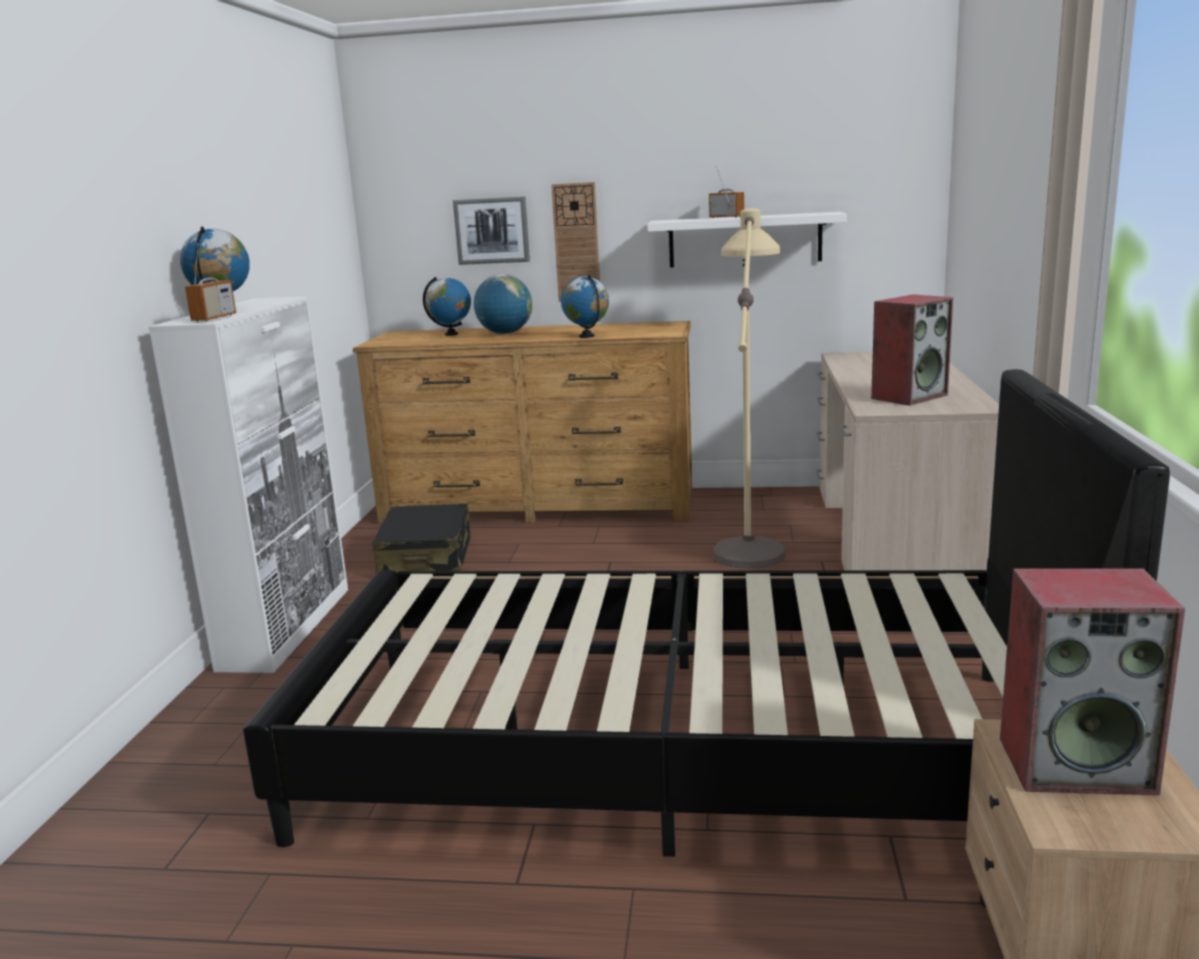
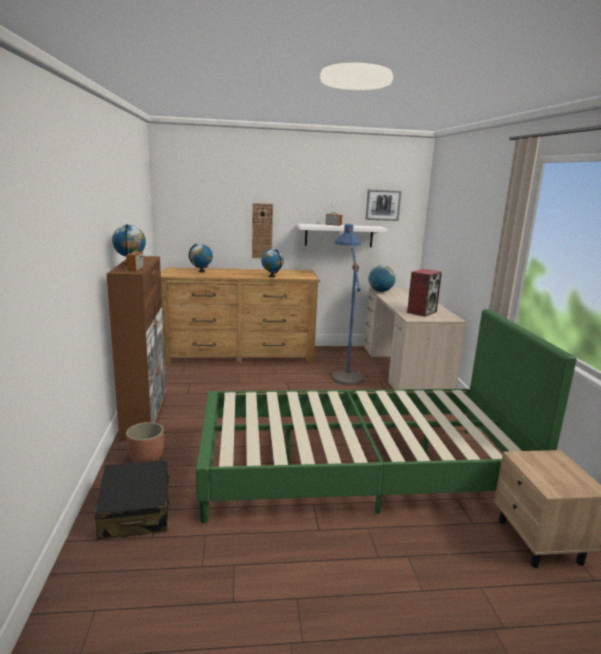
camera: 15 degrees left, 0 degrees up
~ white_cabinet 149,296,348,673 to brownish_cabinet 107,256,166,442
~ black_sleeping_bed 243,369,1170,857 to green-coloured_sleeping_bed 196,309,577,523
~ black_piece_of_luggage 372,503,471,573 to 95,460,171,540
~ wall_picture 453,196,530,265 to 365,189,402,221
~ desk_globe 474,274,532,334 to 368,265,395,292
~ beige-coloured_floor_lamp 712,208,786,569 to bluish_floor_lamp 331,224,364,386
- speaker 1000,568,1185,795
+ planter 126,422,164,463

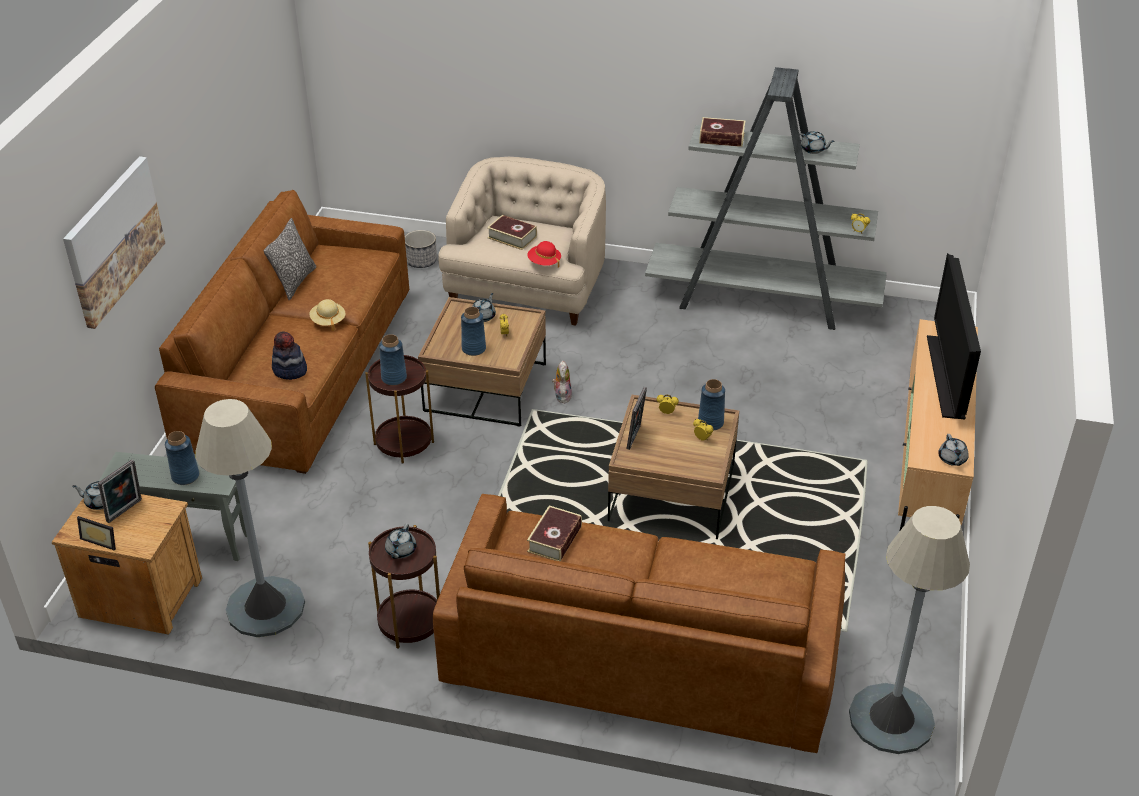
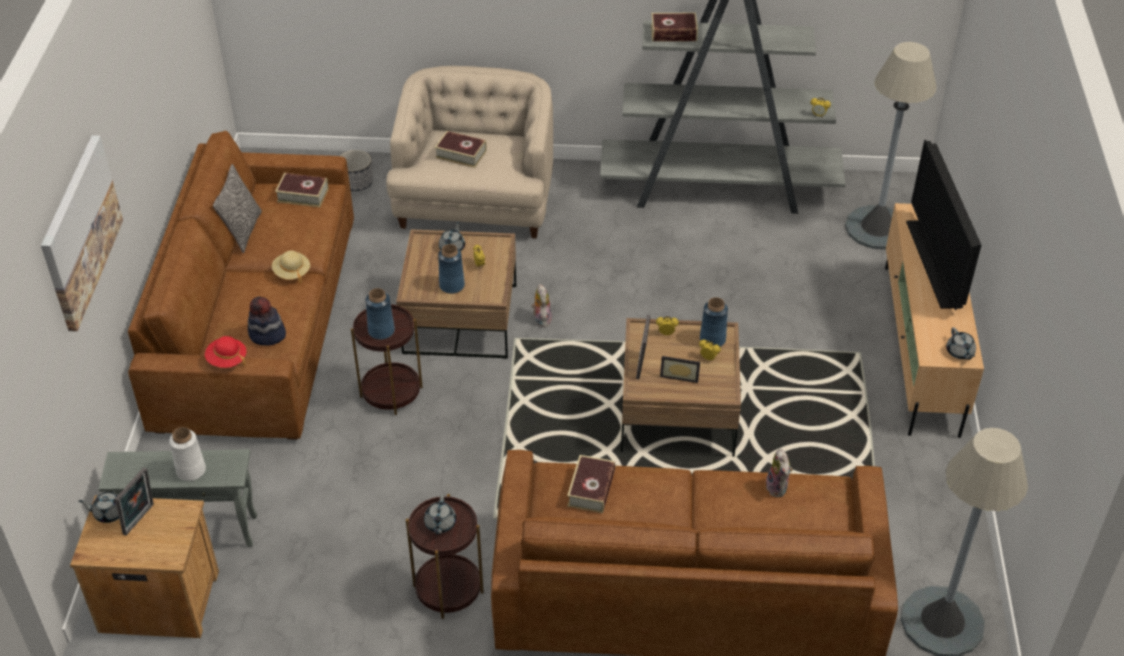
camera: 10 degrees left, 5 degrees up
~ photo_frame 77,516,116,551 to 660,356,700,383
~ bluish_vase 165,431,199,485 to white_vase 169,427,206,481
~ gray_floor_lamp 196,399,305,637 to 845,42,937,249
~ reddish_hat 528,241,561,268 to 205,336,246,368
- gray_pot_for_tea 799,131,835,154
+ book 275,173,329,207
+ cuddly_toy 766,449,793,497

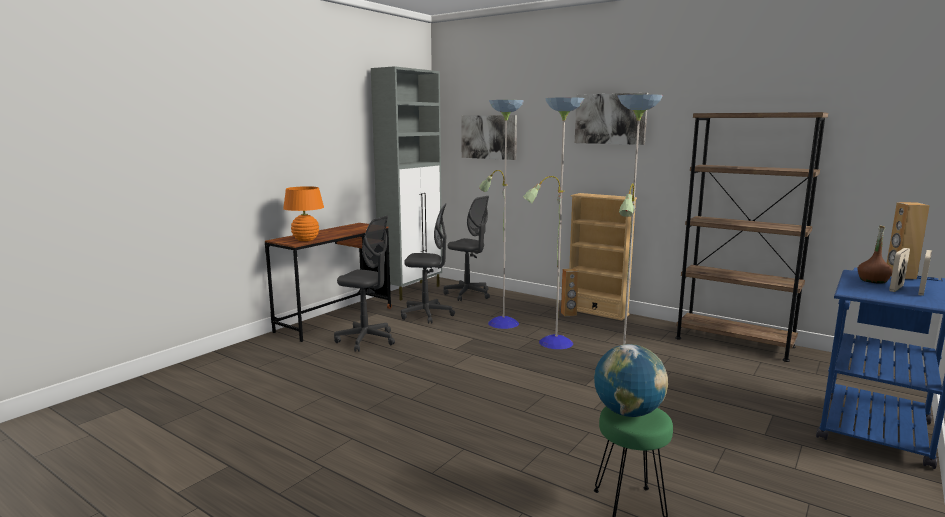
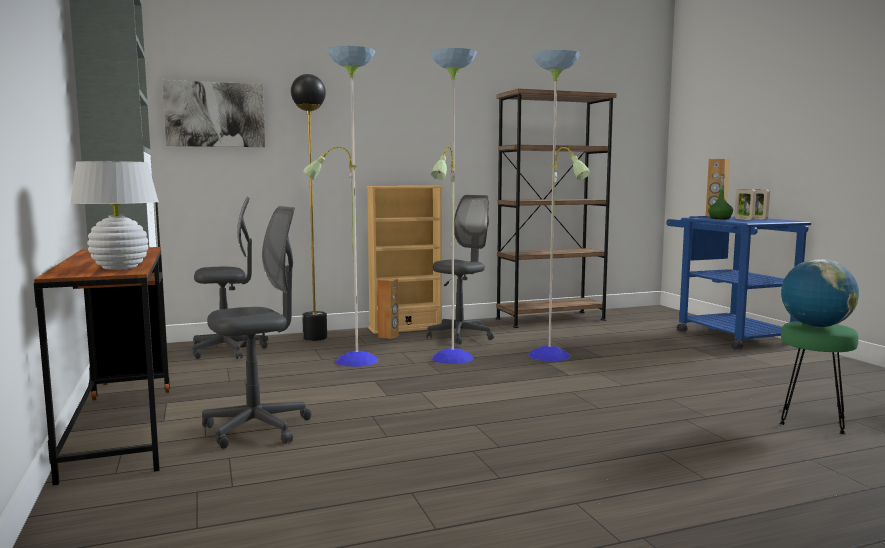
camera: 55 degrees left, 5 degrees down
~ orangey_tabletop_lamp 283,186,324,241 to white_tabletop_lamp 70,161,159,270
~ gray_computer_chair 401,203,455,324 to 426,195,494,344
- wall_picture 575,93,648,145
~ brownish_beverage_bottle 857,225,893,284 to green-coloured_beverage_bottle 708,174,733,219
+ black_floor_lamp 291,74,327,341

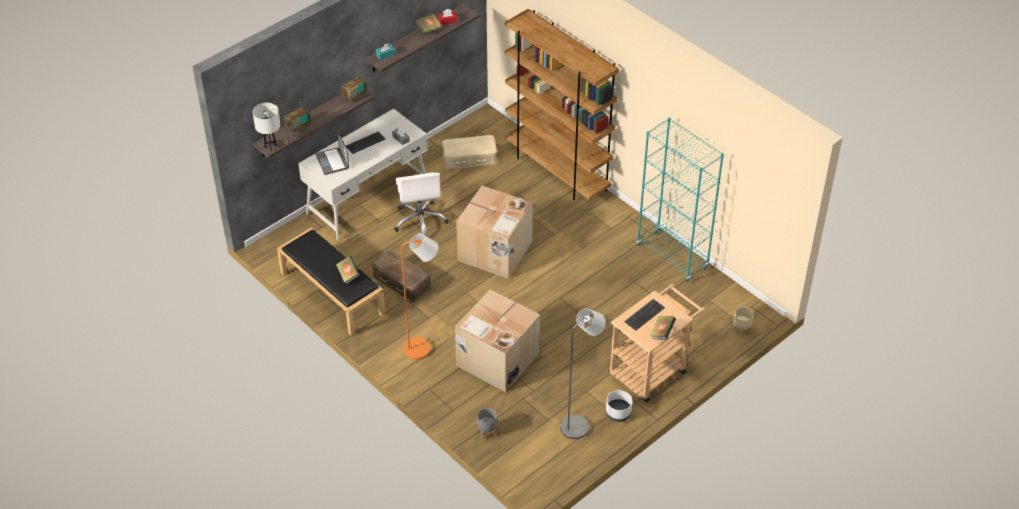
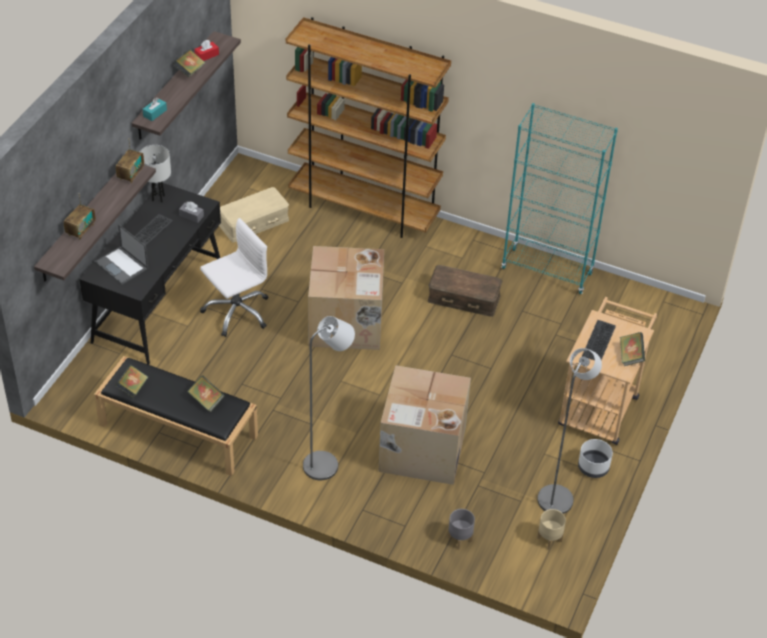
camera: 25 degrees left, 0 degrees up
~ white_tabletop_lamp 252,102,280,151 to 140,145,171,202
~ white_desk_unit 298,109,428,241 to black_desk_unit 79,183,221,364
~ brownish_storage_bin 372,250,431,303 to 428,265,503,317
~ white_computer_chair 394,172,449,236 = 200,218,268,337 90 degrees counterclockwise
~ orangey_floor_lamp 401,233,439,360 to gray_floor_lamp 303,316,355,480
~ beige-coloured_planter 733,307,754,336 to 537,509,566,550
+ book 115,365,148,398

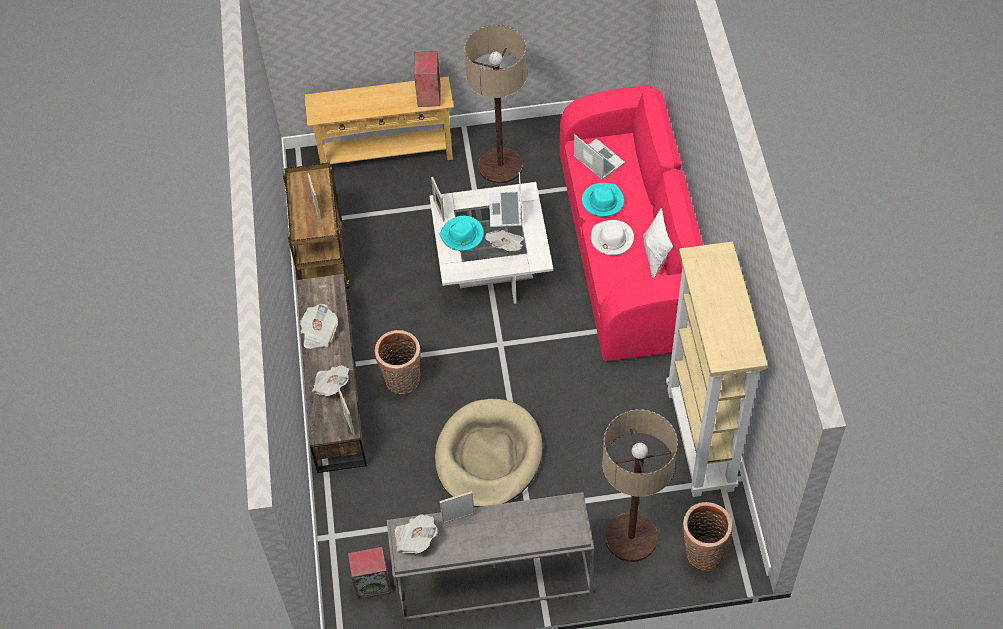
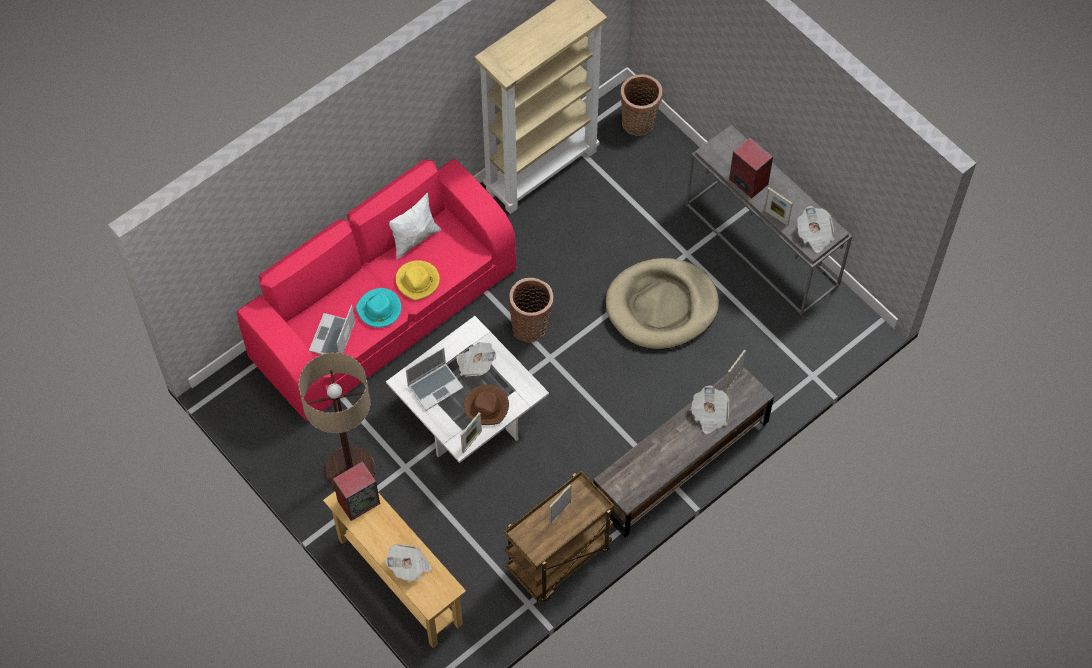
camera: 125 degrees left, 5 degrees up
~ printed_paper 300,304,338,349 to 385,544,432,582
~ speaker 348,547,391,599 to 729,138,773,198
~ storage_basket 375,330,421,394 to 509,278,554,343
~ turquoise_hat 439,216,484,251 to brownish_hat 464,385,509,425
~ white_hat 591,220,634,255 to yellow_hat 396,260,440,300
- floor_lamp 602,409,678,562

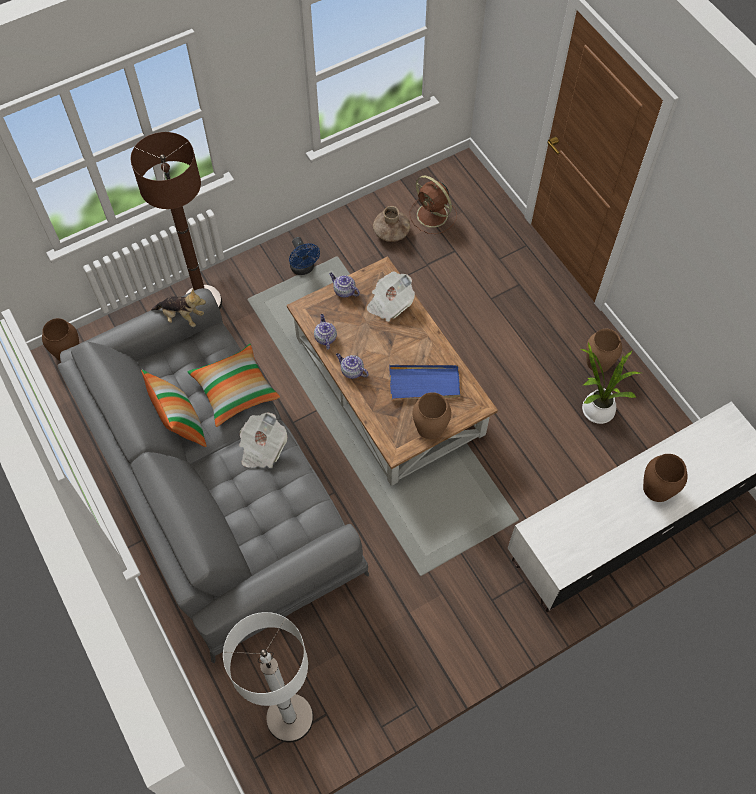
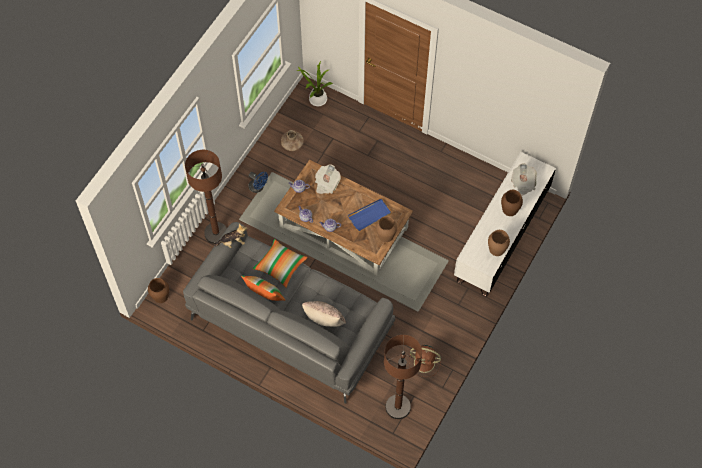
camera: 30 degrees left, 0 degrees up
~ white_floor_lamp 223,612,313,742 to brownish_floor_lamp 384,335,422,419
~ printed_paper 239,412,287,468 to 511,163,537,196
~ brownish_fan 410,175,457,234 to 409,345,441,377
~ potted_plant 580,341,641,424 to 297,60,333,106
~ brownish_vase 586,329,622,373 to 488,230,510,256
+ beige-coloured_cushion 302,301,346,327

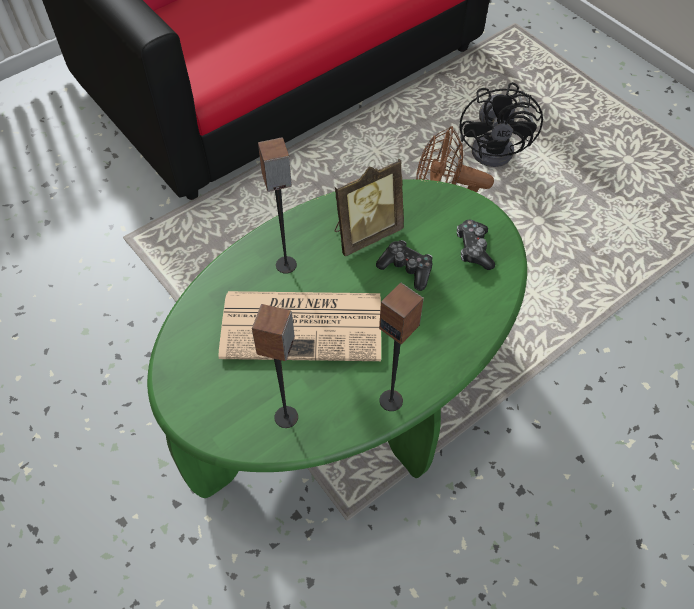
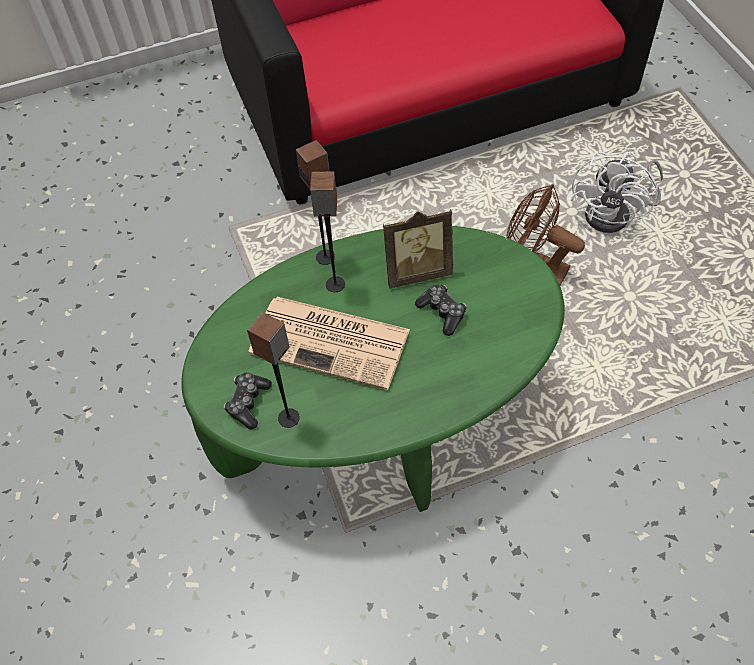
camera: 20 degrees right, 0 degrees up
~ speaker 379,283,424,411 to 296,140,335,265
~ joypad 457,220,495,270 to 224,372,272,429
~ black_fan 459,82,543,167 to white_fan 571,151,663,233

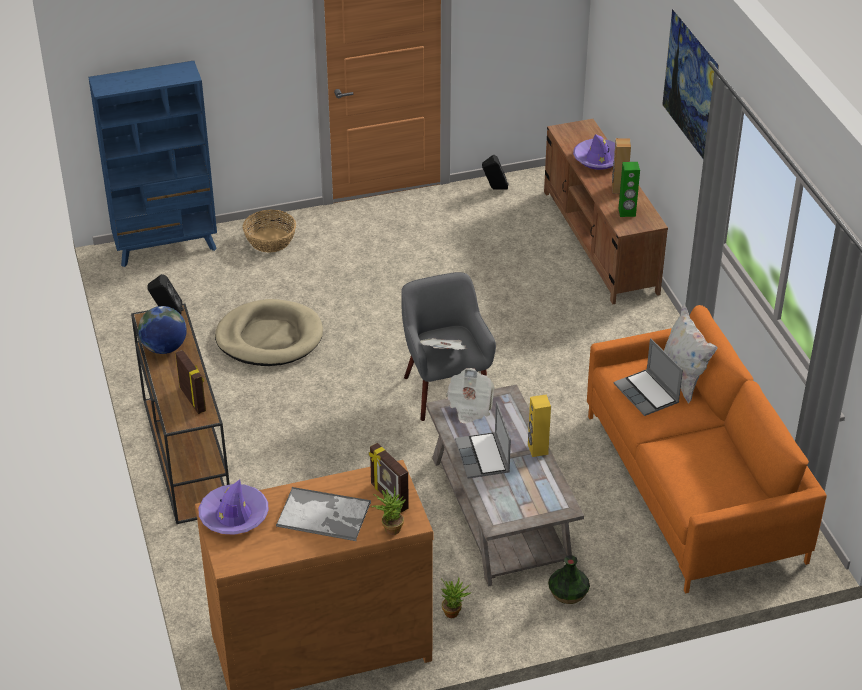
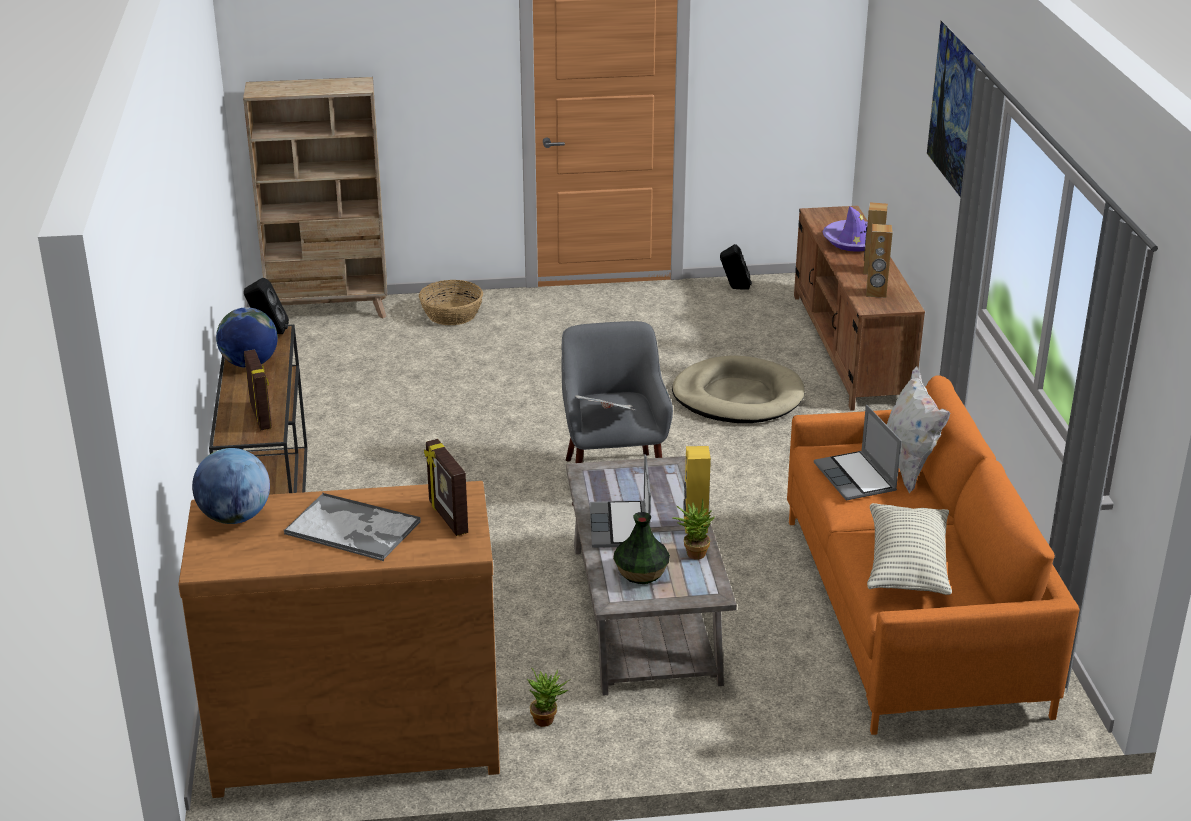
camera: 10 degrees right, 10 degrees down
~ bluish_shelving_unit 88,61,217,267 to beige-coloured_shelving_unit 243,77,387,318
~ purple_hat 199,479,269,535 to desk_globe 192,448,270,524
~ beige-coloured_pet_bed 215,299,323,366 to 672,355,805,423
~ potted_plant 372,486,406,535 to 673,498,715,560
- printed_paper 446,368,495,424
~ vase 548,555,590,604 to 613,512,670,584
~ green-coloured_speaker 619,162,640,217 to brownish_speaker 866,224,893,298
+ cushion 867,503,952,595

